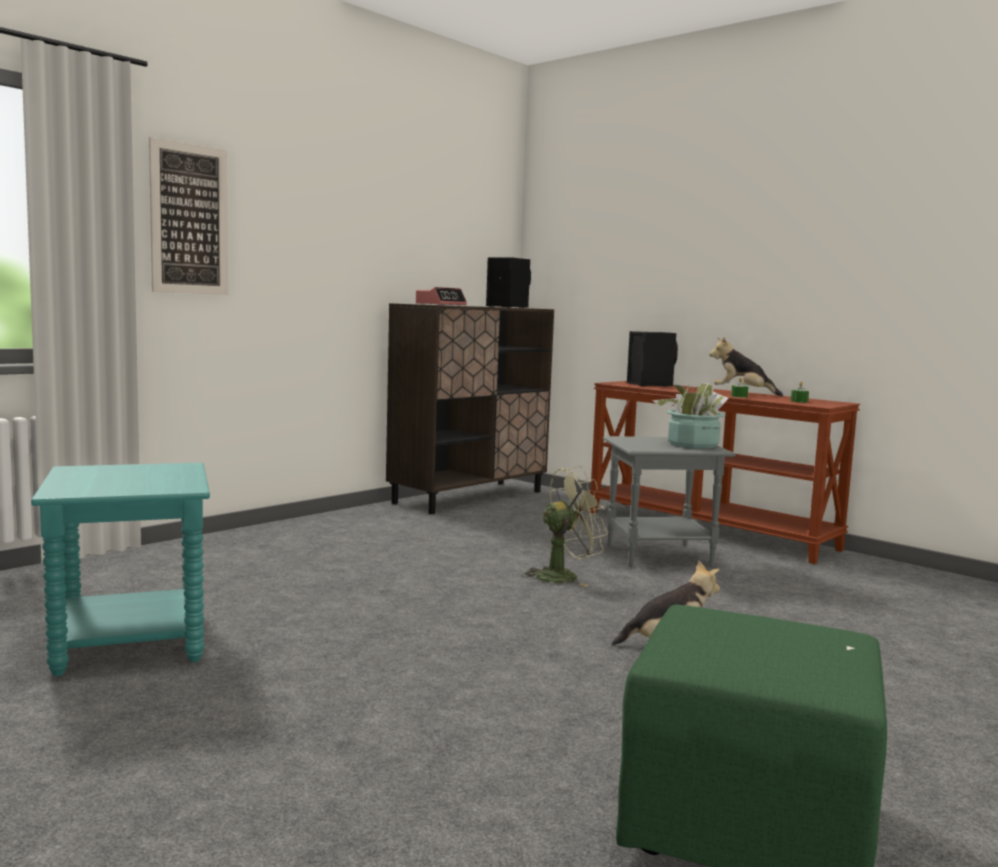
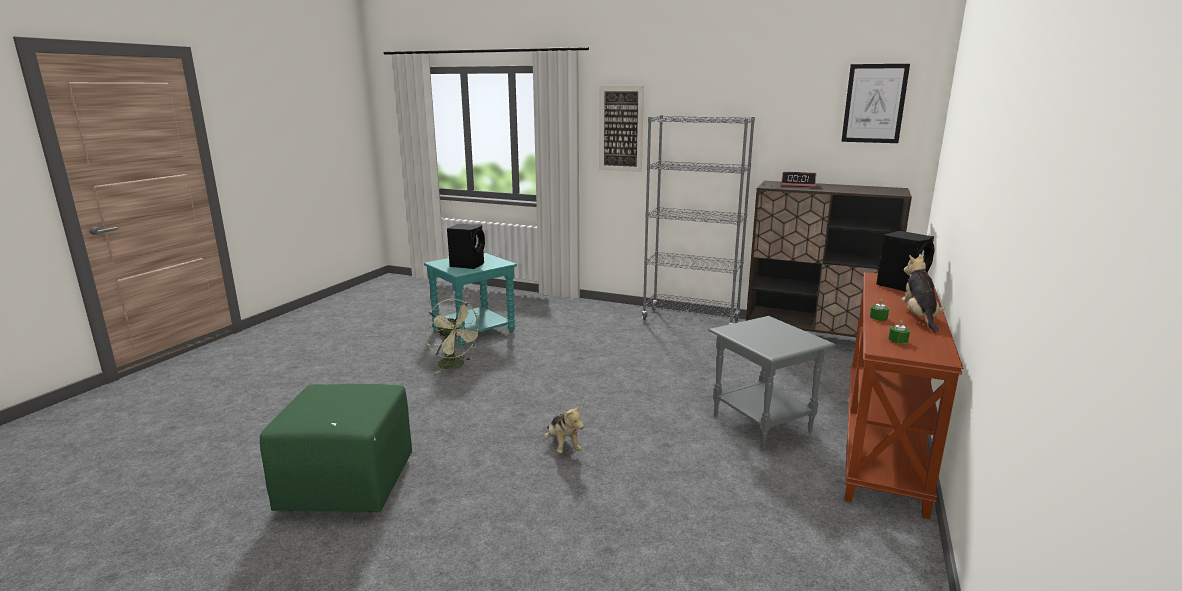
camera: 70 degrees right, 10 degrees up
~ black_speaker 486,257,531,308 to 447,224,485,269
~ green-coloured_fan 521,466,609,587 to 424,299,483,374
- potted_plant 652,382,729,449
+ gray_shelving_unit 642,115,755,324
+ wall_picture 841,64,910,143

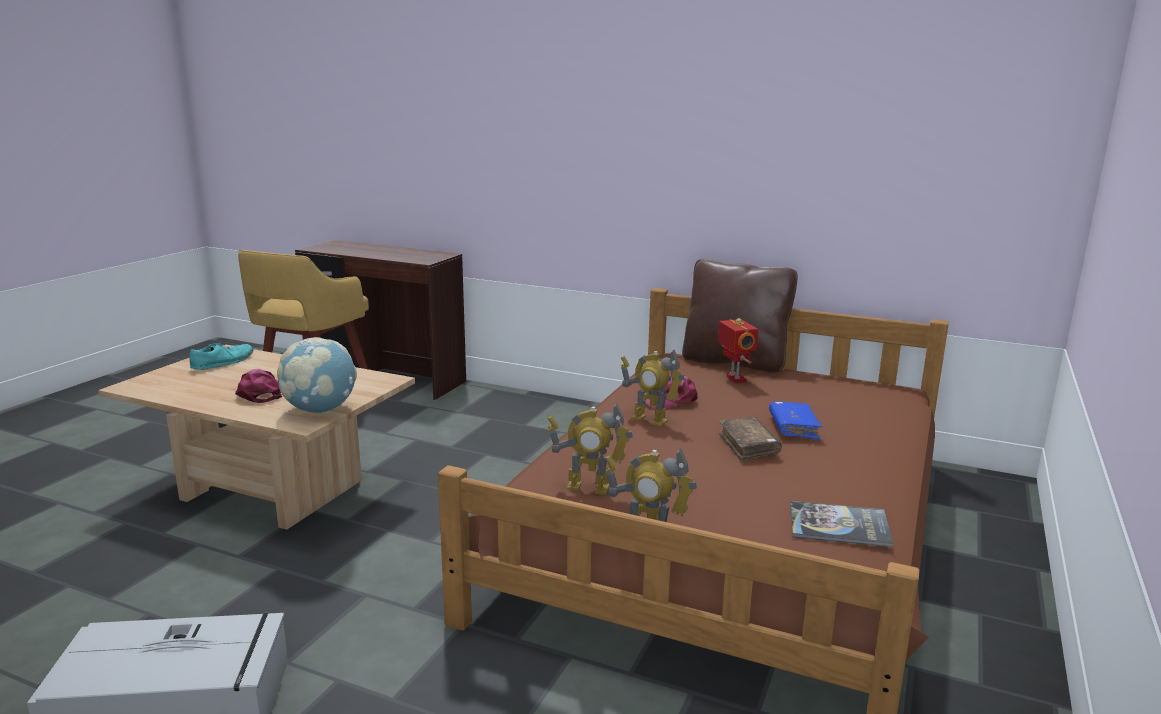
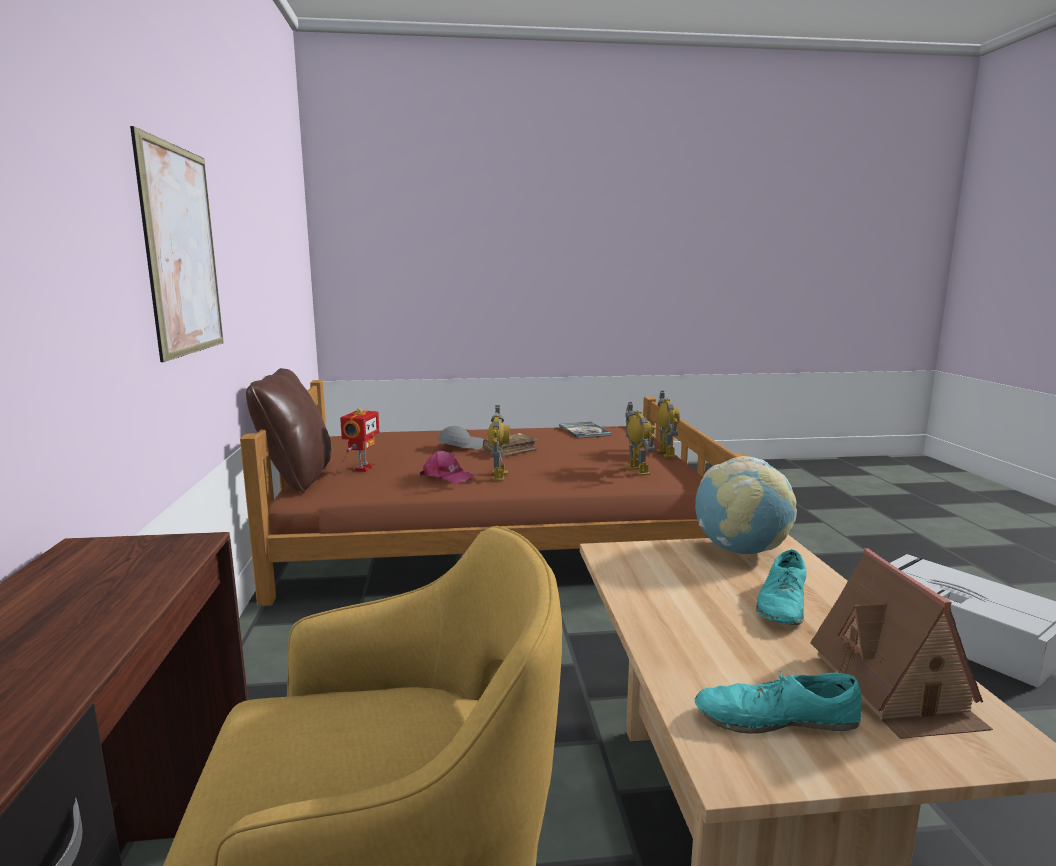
camera: 120 degrees left, 5 degrees down
~ pink-coloured_cap 235,369,282,403 to turquoise_item_of_footwear 756,550,806,625
~ toy_robot 718,318,758,383 = 340,408,379,472 150 degrees clockwise
~ bluish_book 769,401,823,440 to gray_cap 437,426,484,449
+ wall_picture 130,126,224,362
+ model_house 810,548,993,739

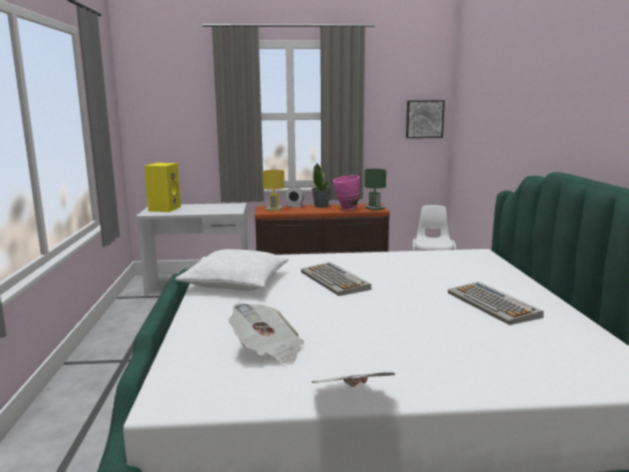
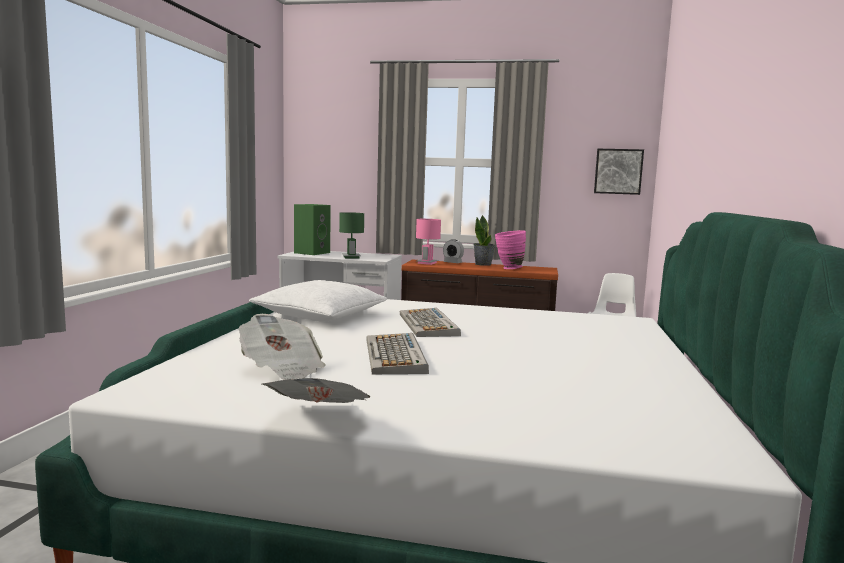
camera: 15 degrees right, 5 degrees down
~ yellow_speaker 144,163,181,212 to green-coloured_speaker 294,204,331,255
~ yellow_tabletop_lamp 262,170,284,211 to pink-coloured_tabletop_lamp 416,219,441,265
~ green-coloured_tabletop_lamp 364,169,386,211 to 339,212,364,259
~ keyboard 448,282,544,325 to 366,333,429,374

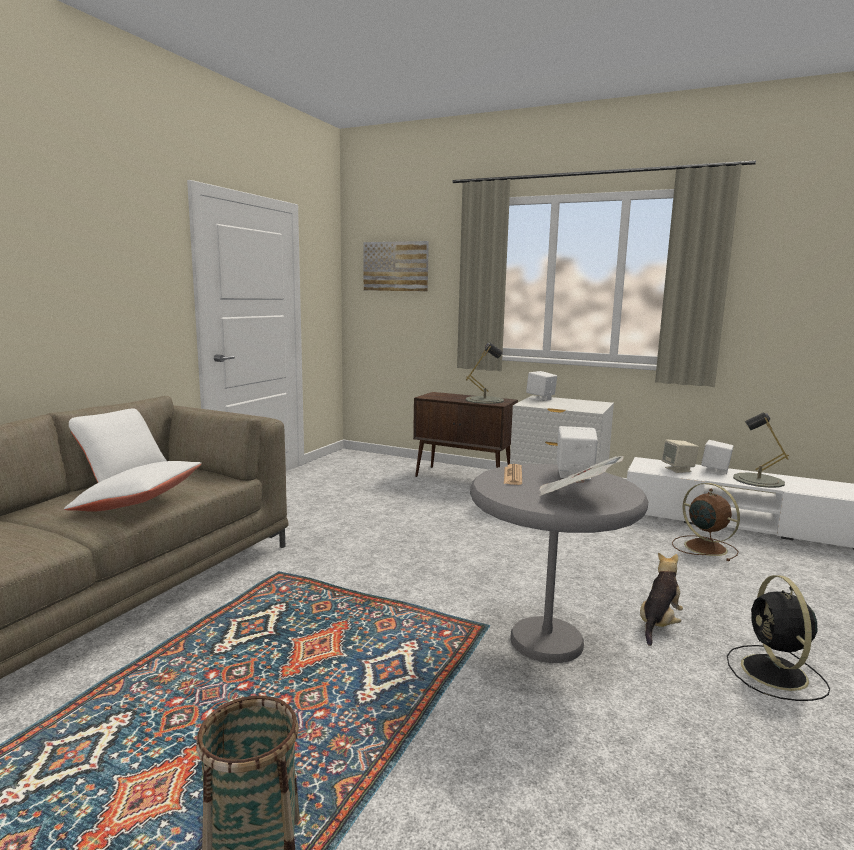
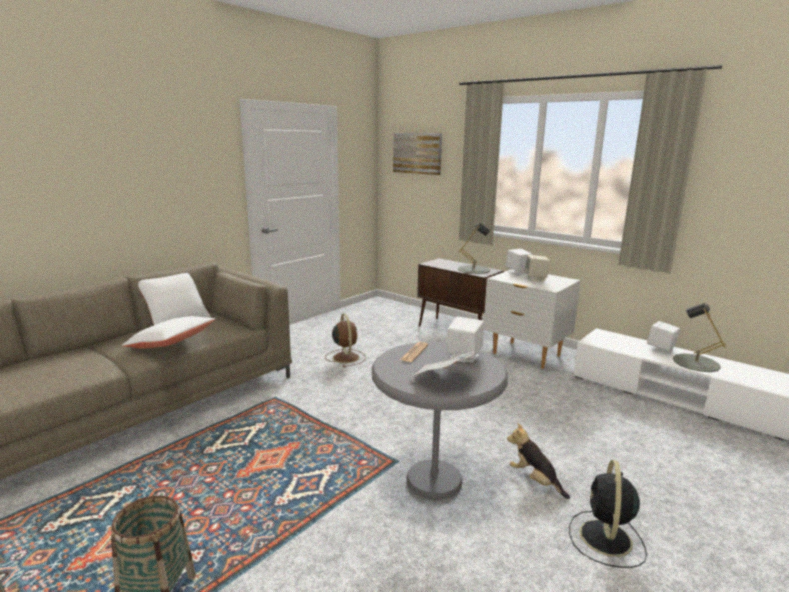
camera: 15 degrees right, 5 degrees up
~ cuddly_toy 640,552,683,646 = 507,423,570,499 90 degrees counterclockwise
~ beige-coloured_speaker 662,440,699,473 to 524,255,551,282
~ brownish_fan 672,483,740,561 to 325,313,366,367

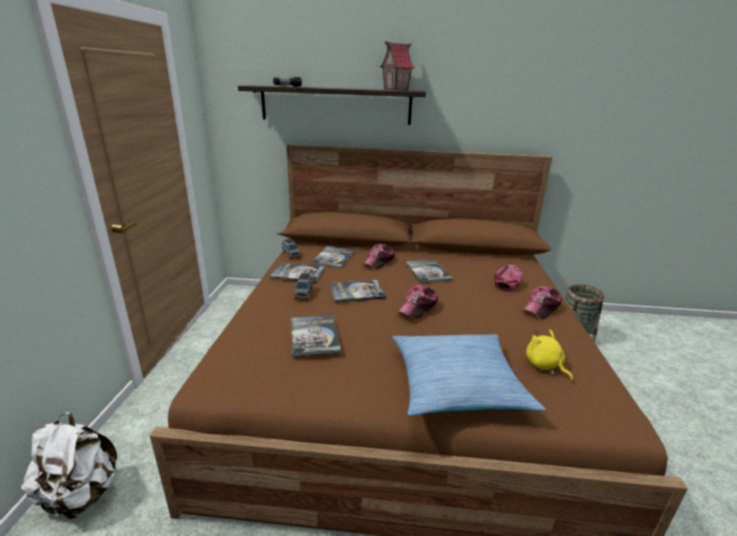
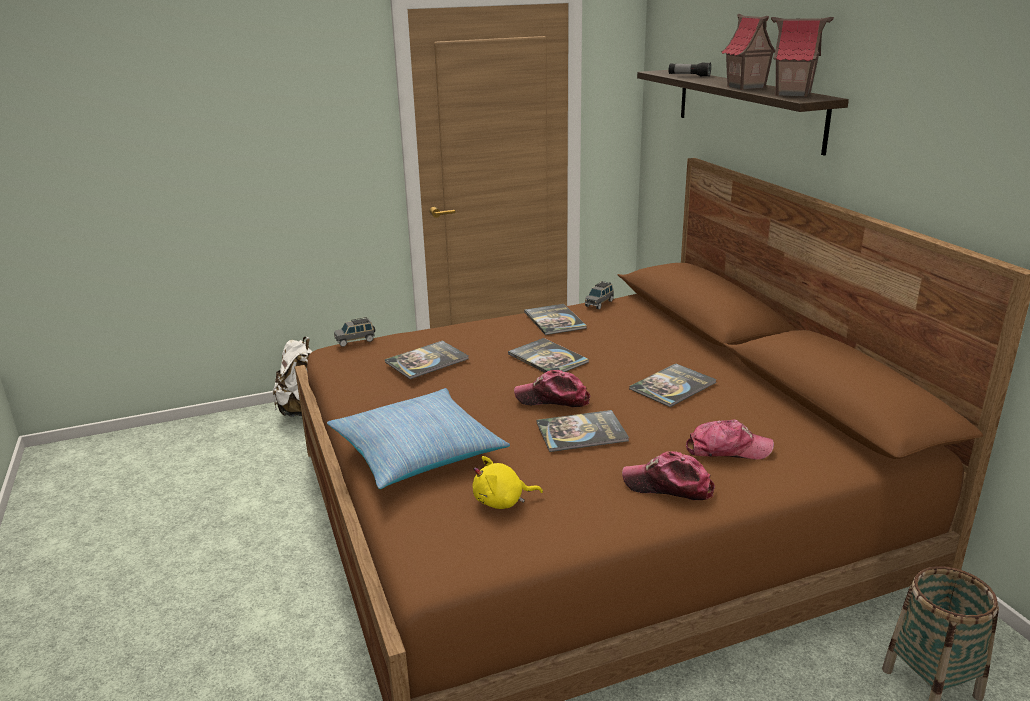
camera: 65 degrees right, 0 degrees up
~ gray_model_car 294,273,313,300 to 334,317,375,347
~ book 311,246,354,268 to 537,410,629,452
- cap 363,244,395,269
~ yellow_cuddly_toy 526,329,573,380 = 473,456,543,509 135 degrees counterclockwise
+ model_house 721,14,775,90

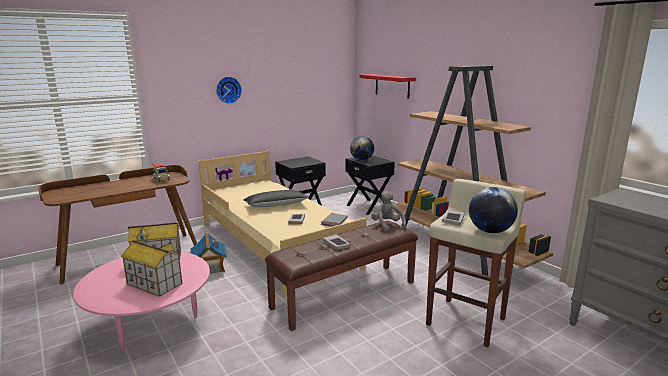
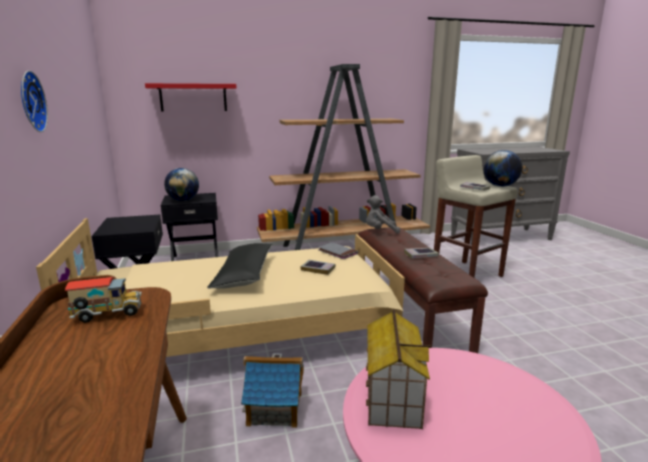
camera: 70 degrees left, 0 degrees up
- model_house 121,240,182,297

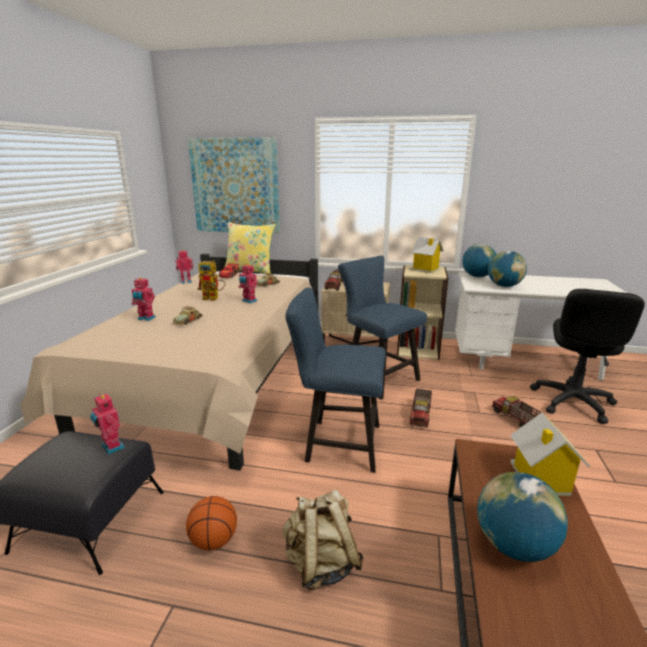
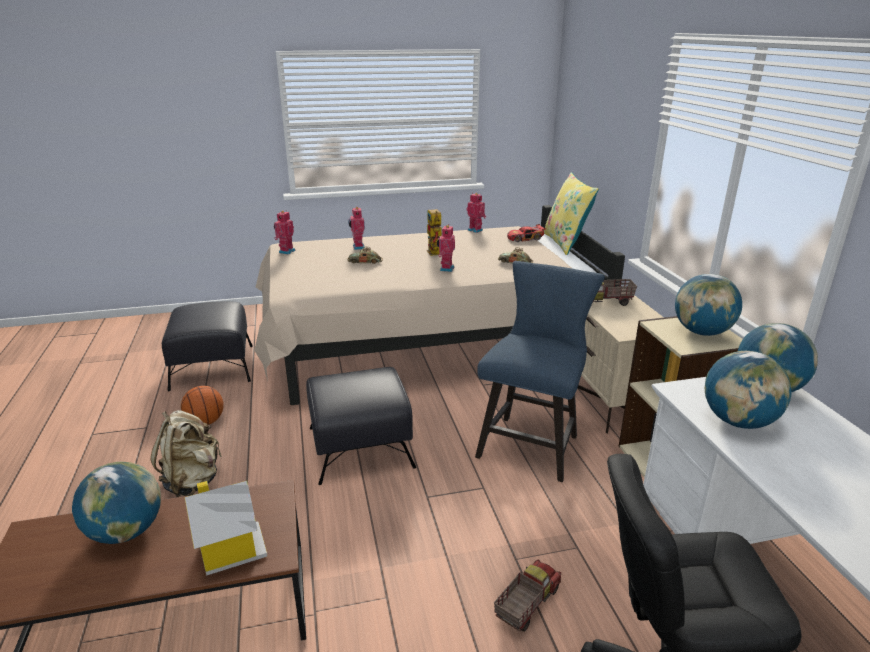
camera: 65 degrees right, 5 degrees up
~ toy_robot 90,393,125,455 to 274,211,296,255
- wall_picture 188,137,280,234
~ bluish_chair 285,288,386,473 to black_ottoman 306,367,416,485
~ model_house 409,237,444,273 to desk_globe 675,274,742,336
- toy_lorry 410,388,432,427

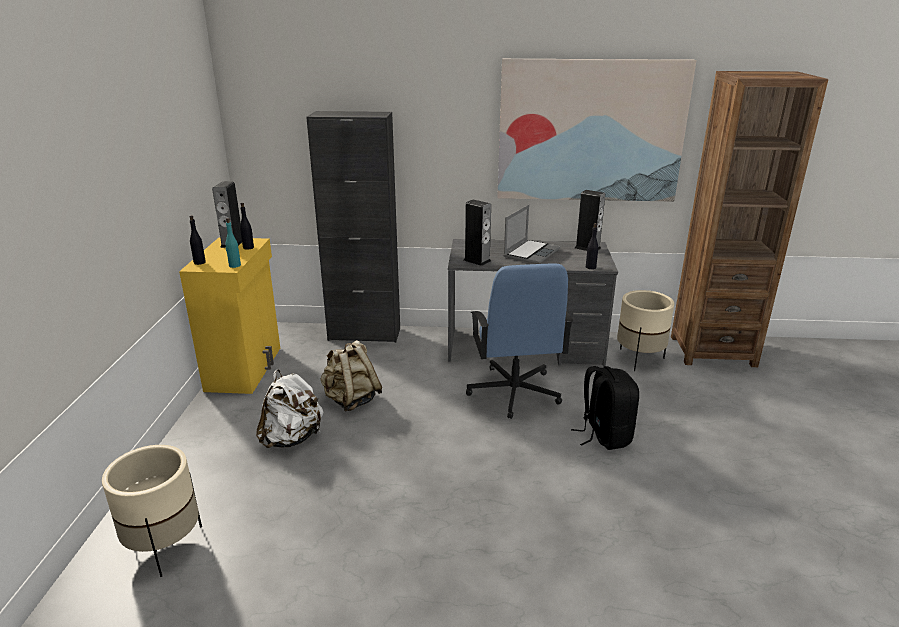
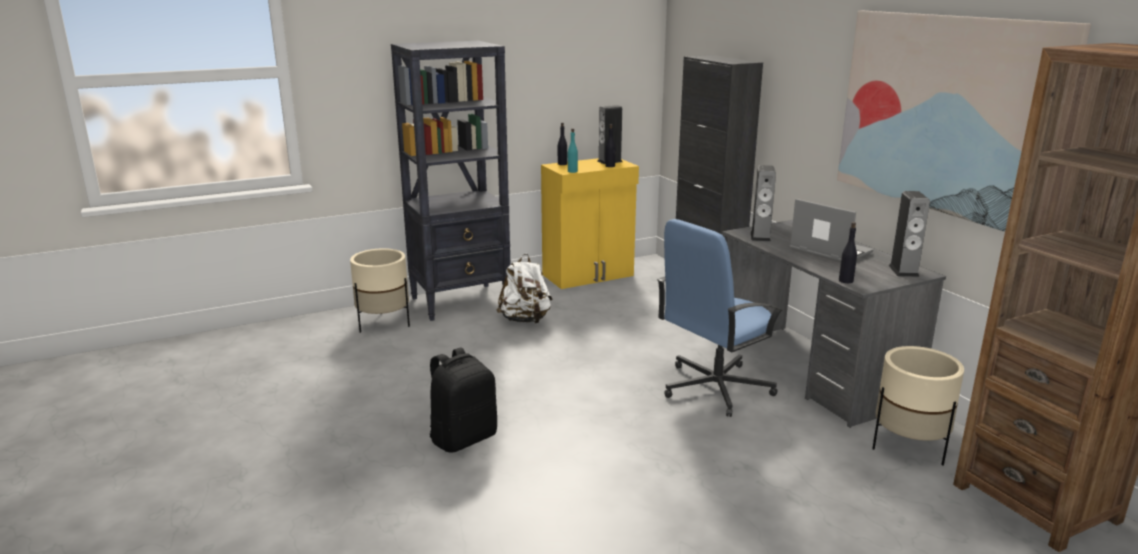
camera: 60 degrees right, 5 degrees down
- beige-coloured_rucksack 320,340,382,412
~ laptop 504,205,560,264 = 790,199,874,262 135 degrees counterclockwise
~ black_rucksack 571,366,639,450 to 430,347,497,453
+ black_shelving_unit 391,41,511,321

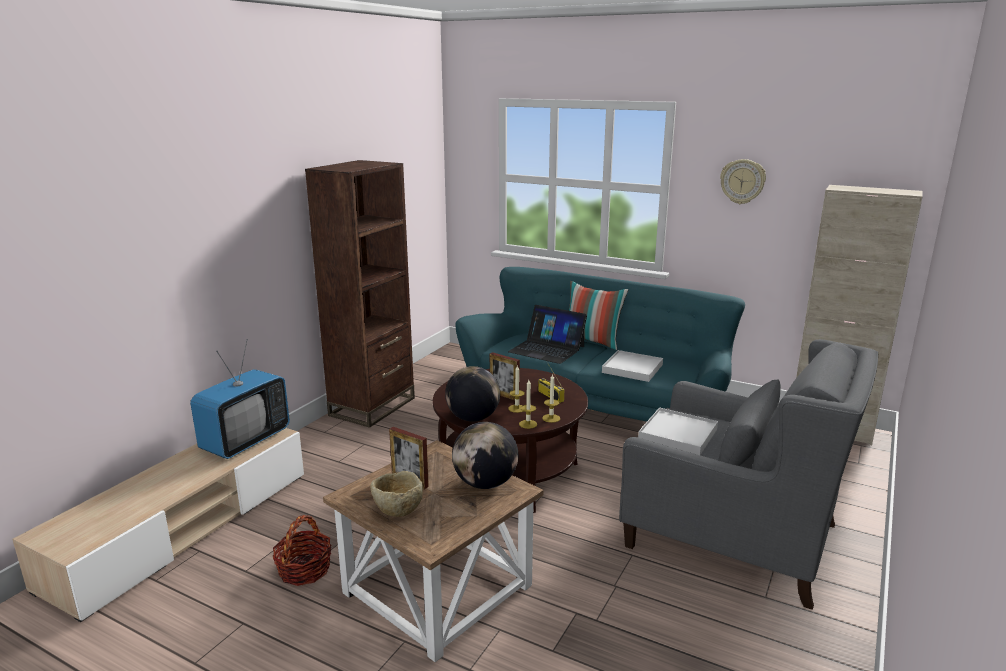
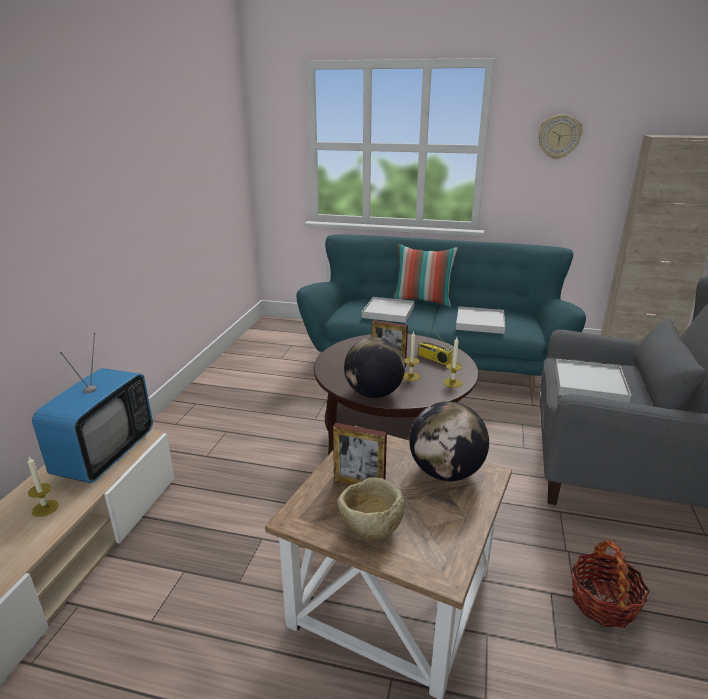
camera: 15 degrees left, 5 degrees up
~ storage_basket 273,515,332,586 to 571,540,650,628
- brownish_shelving_unit 305,160,415,428
~ laptop 508,305,587,364 to white_serving_tray 362,297,415,323
~ candle 519,380,537,429 to 28,457,59,517

